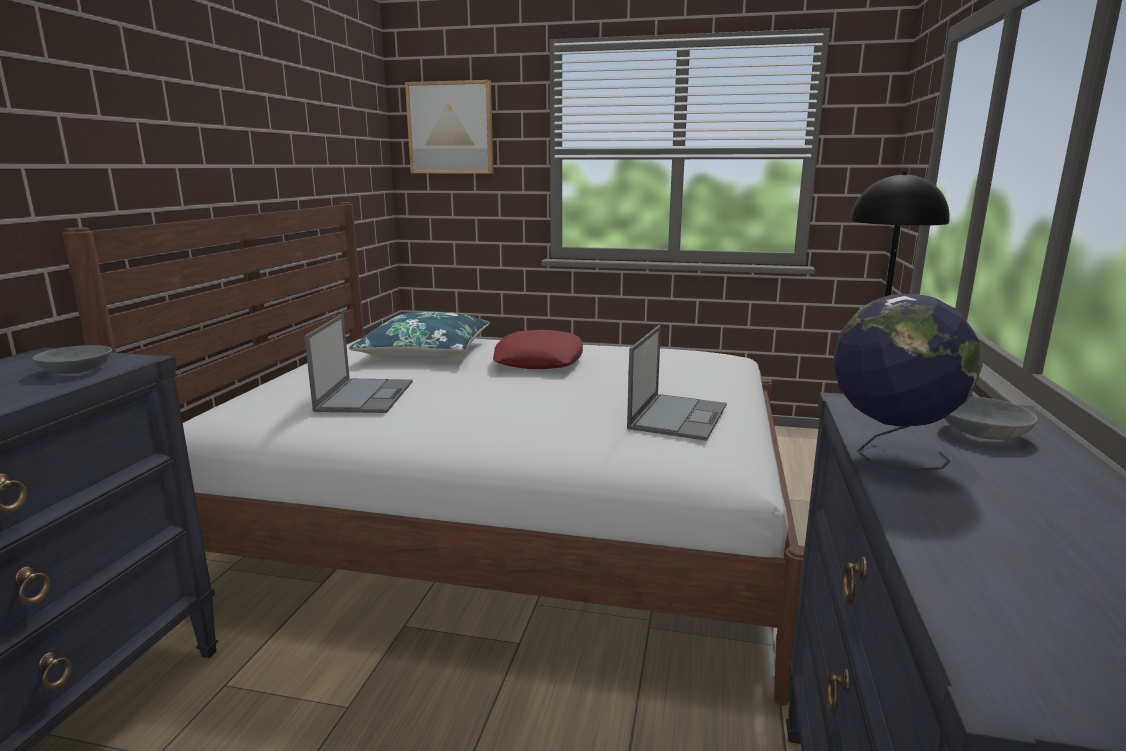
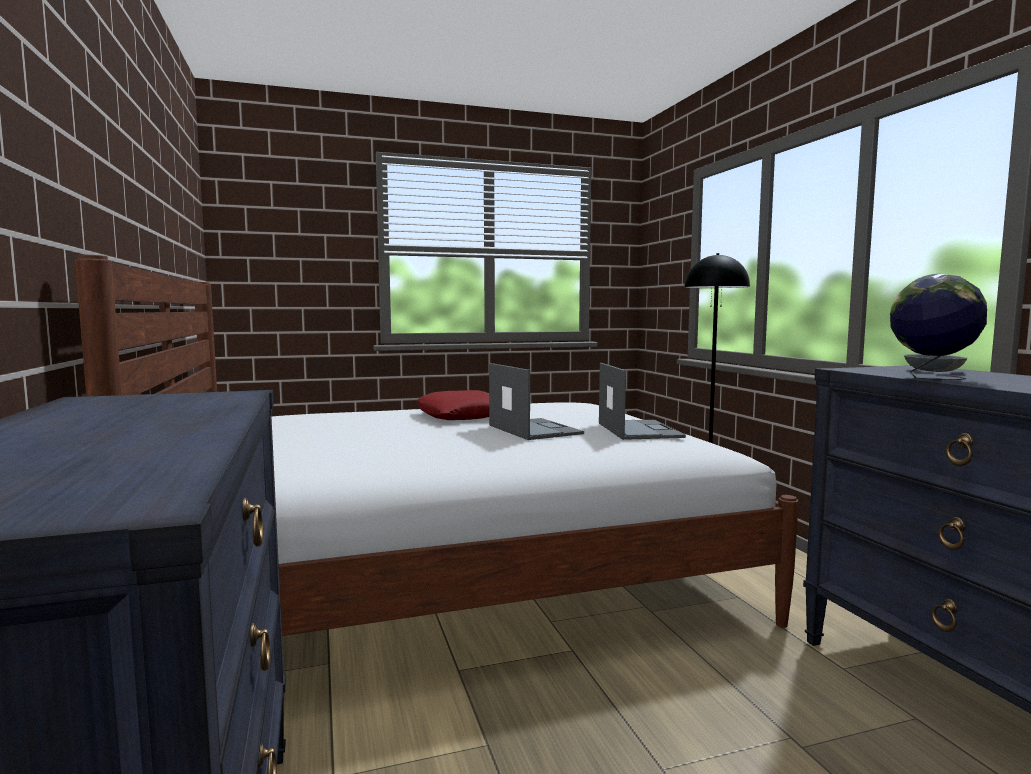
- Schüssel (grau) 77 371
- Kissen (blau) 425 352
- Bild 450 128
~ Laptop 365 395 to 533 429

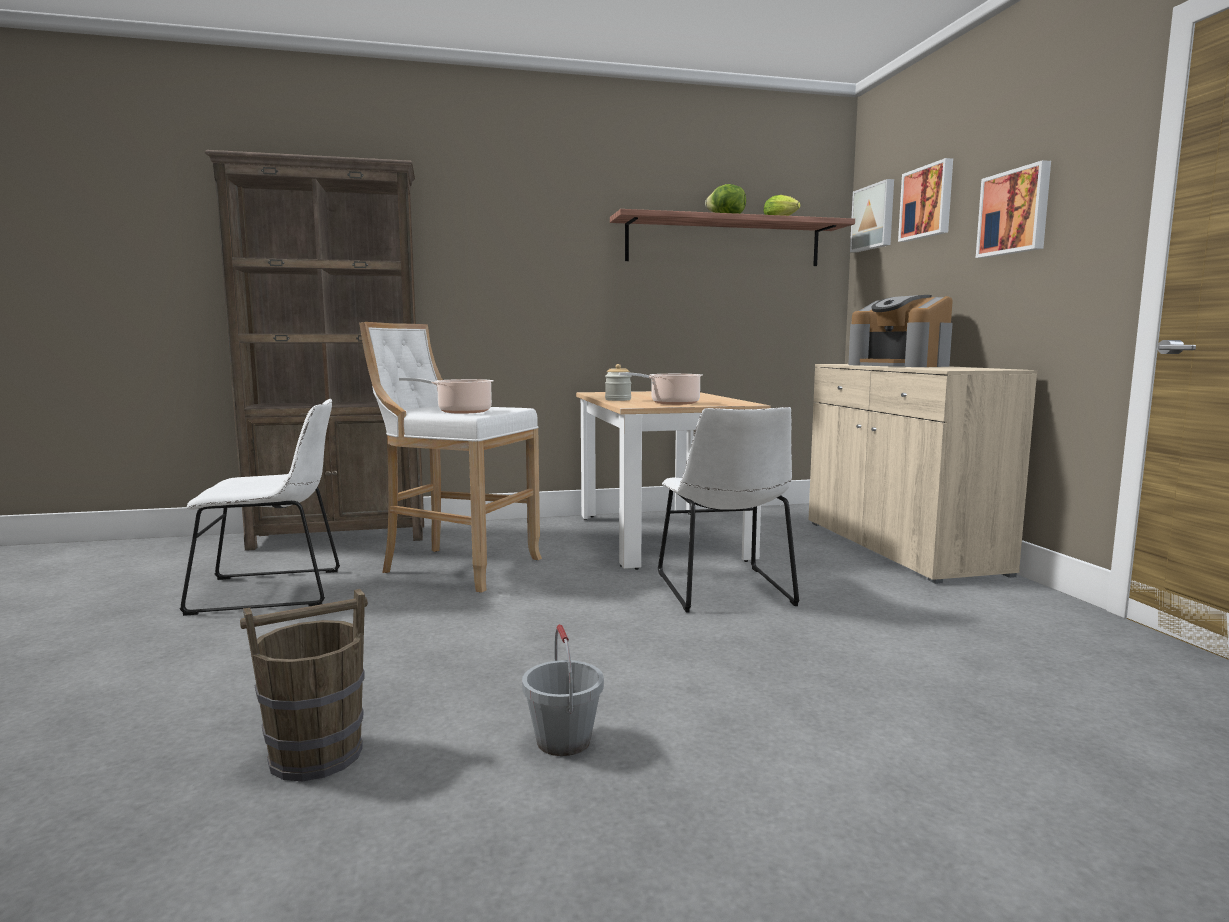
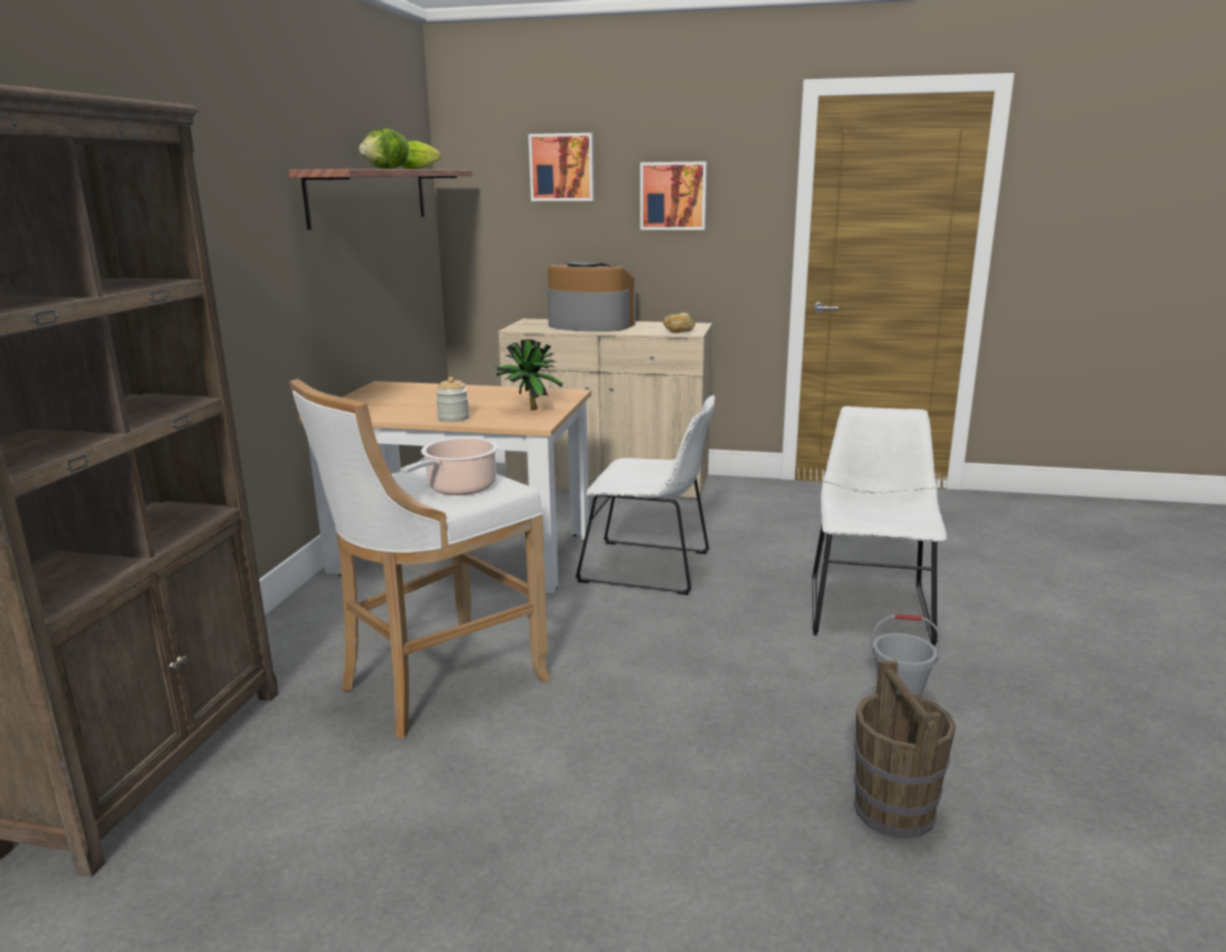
- Bild 874 217
+ Brot 679 332
~ Stuhl (weiß) 275 591 to 869 607
~ Kochtopf 671 403 to Topfpflanze 528 409
~ Kaffeemaschine 900 365 = 589 325 150 degrees counterclockwise

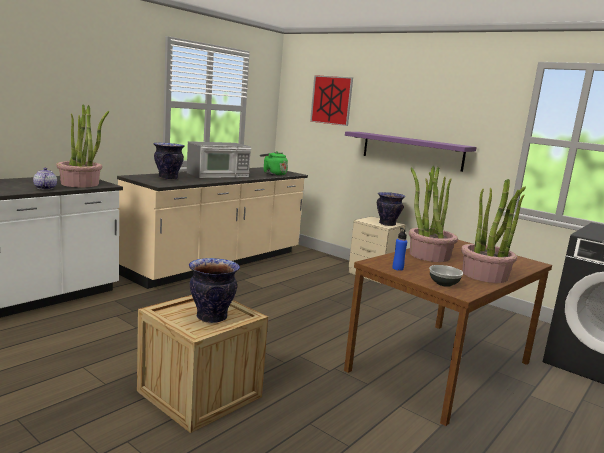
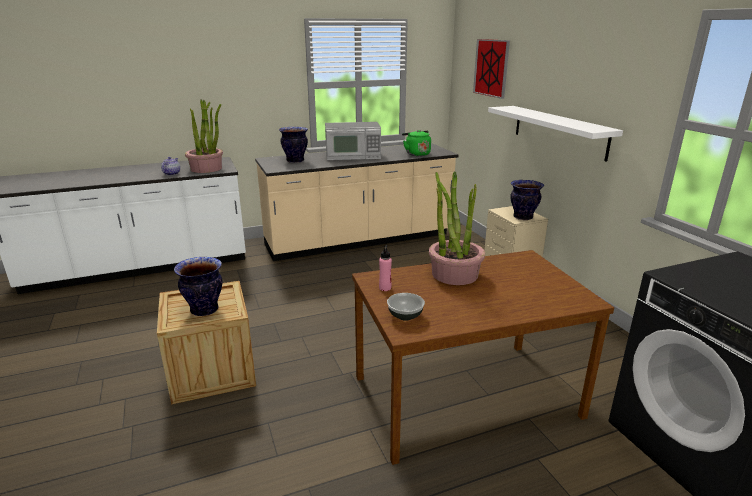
- Topfpflanze 485 275
~ Wandregal (lila) 411 151 to Wandregal (weiß) 559 131
~ Flasche (blau) 397 268 to Flasche (rosa) 385 288

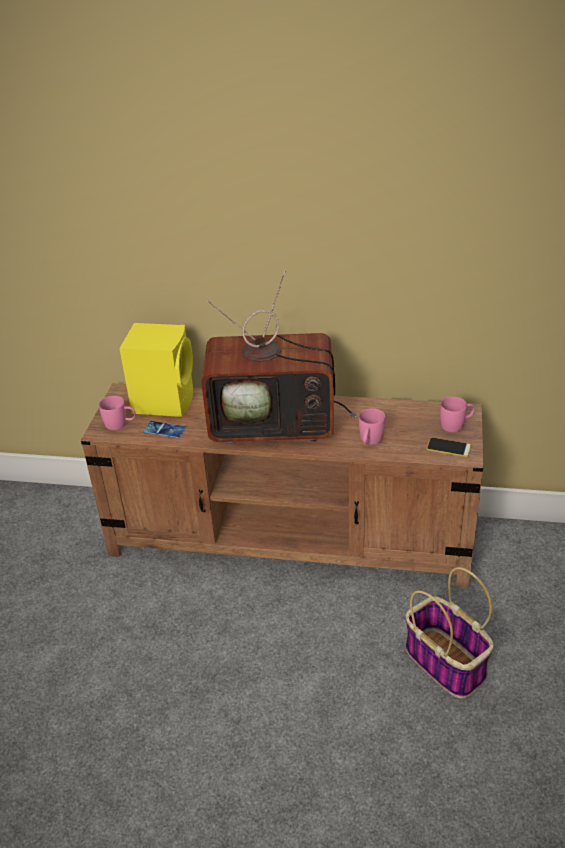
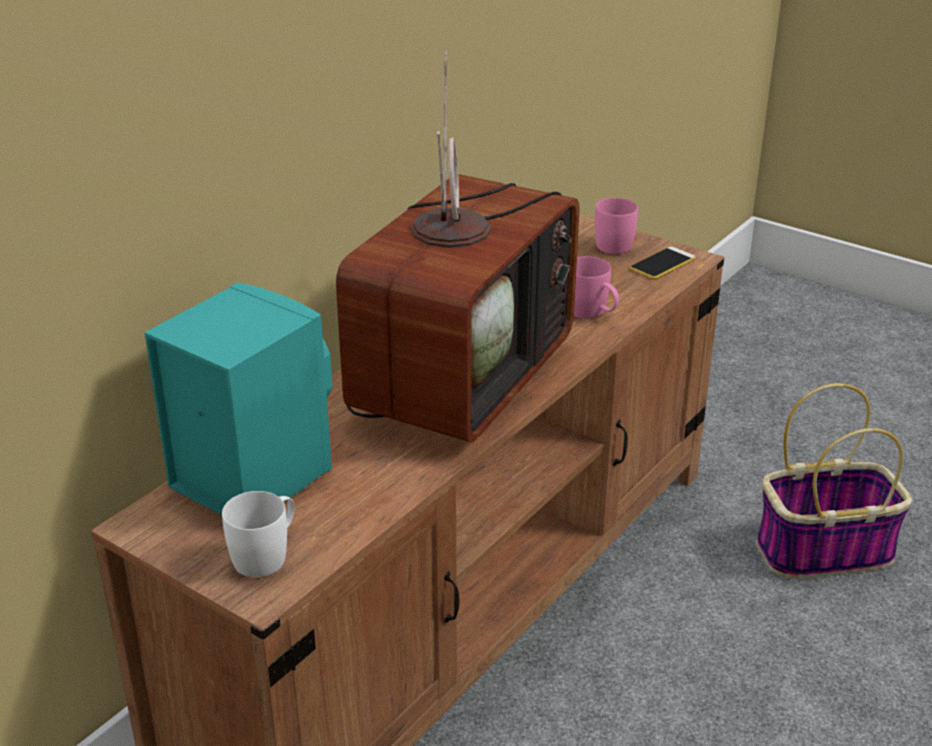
- Handy 164 430
~ Henkelbecher (rosa) 120 424 to Henkelbecher (weiß) 267 554
~ Lautsprecher (gelb) 164 400 to Lautsprecher (türkis) 249 476

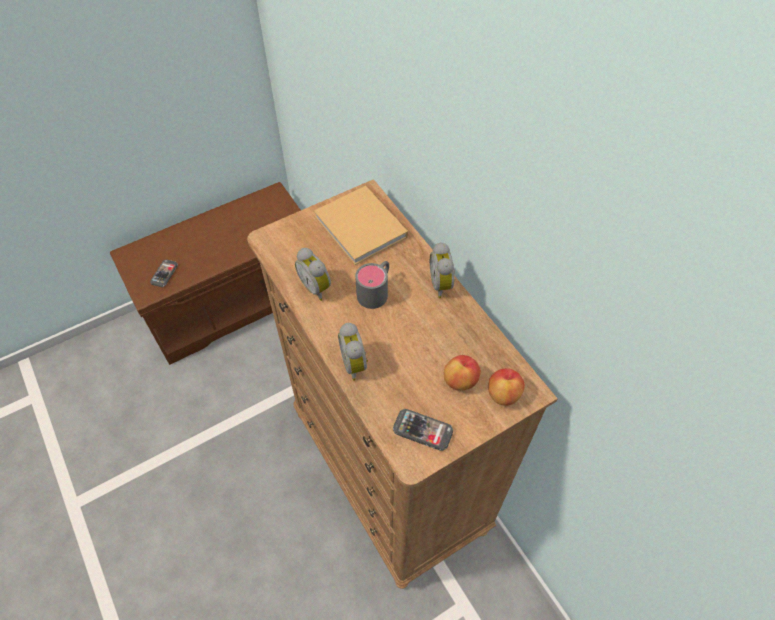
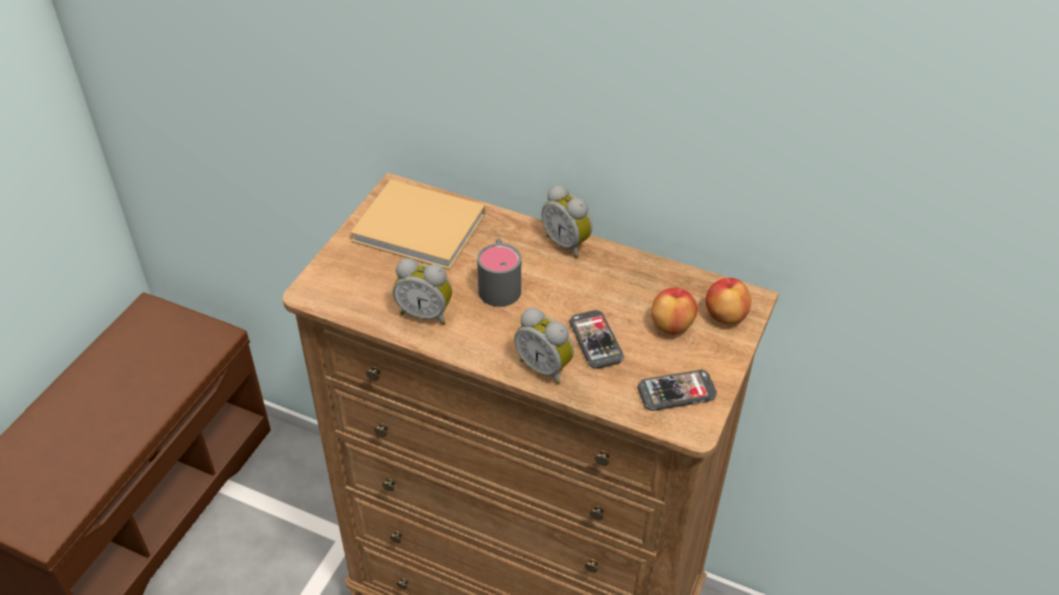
~ Handy 164 274 to 596 341

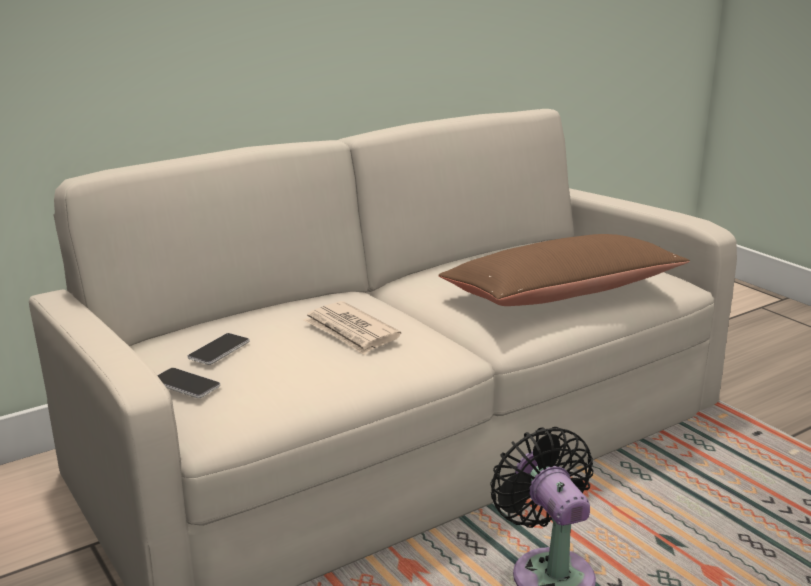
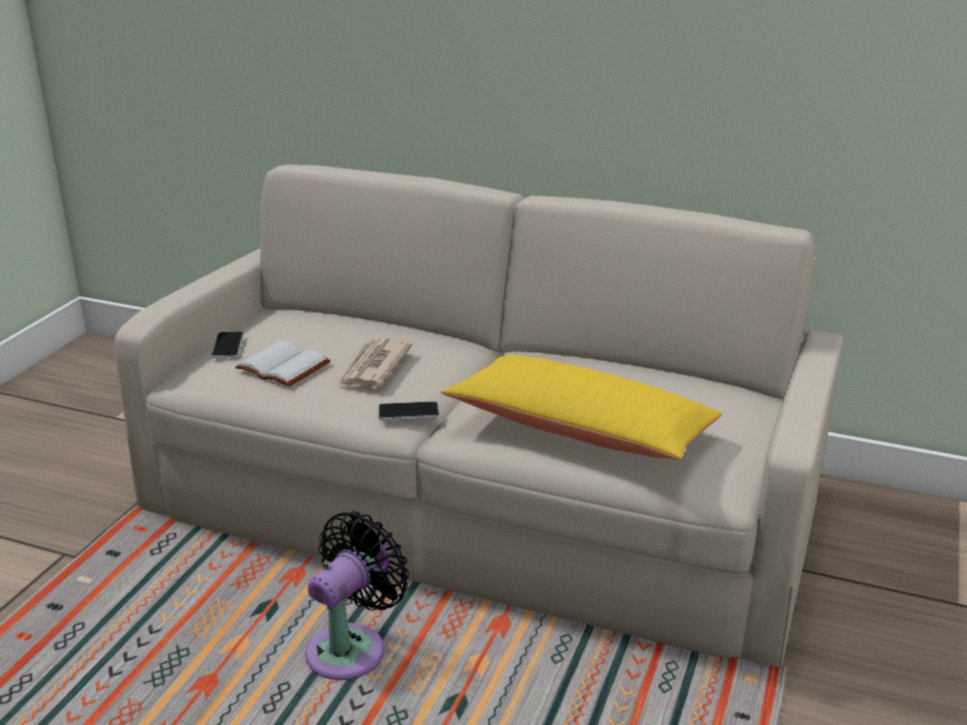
+ Buch (weiß) 286 366
~ Handy 219 350 to 408 412
~ Kissen (braun) 561 293 to Kissen (gelb) 580 430

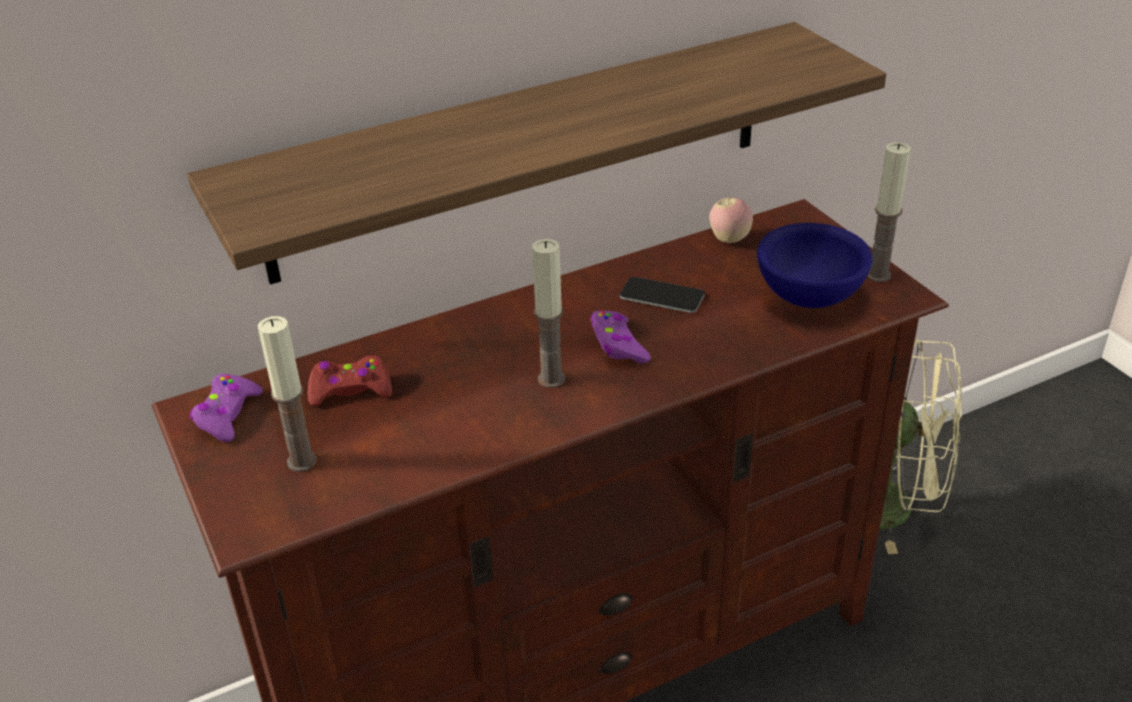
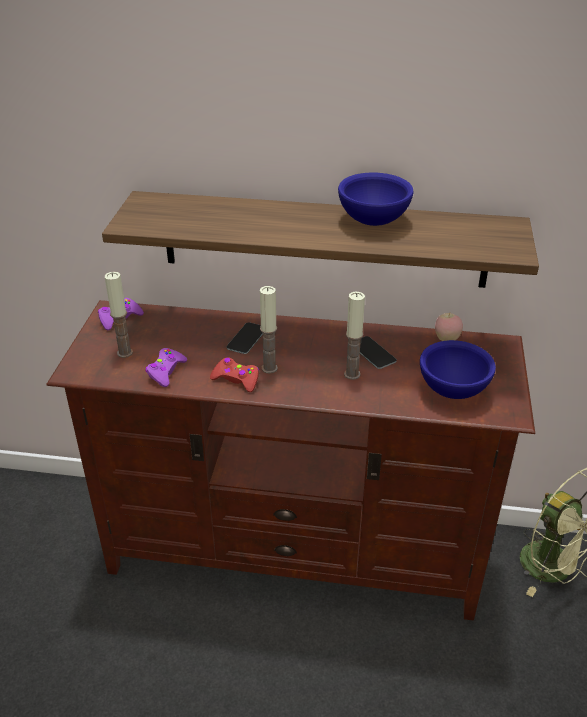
+ Handy 246 338
+ Schüssel (blau) 374 220
~ Gamepad (rot) 350 389 to 236 379
~ Gamepad (lila) 618 345 to 166 371
~ Kerze 878 275 to 352 374

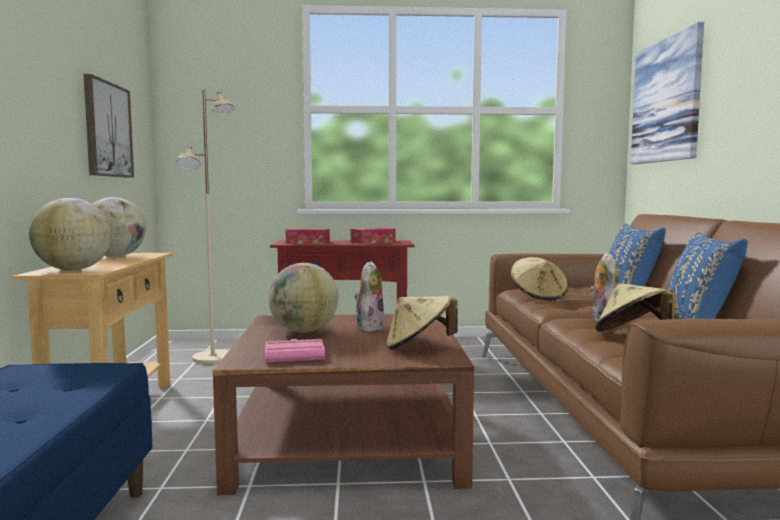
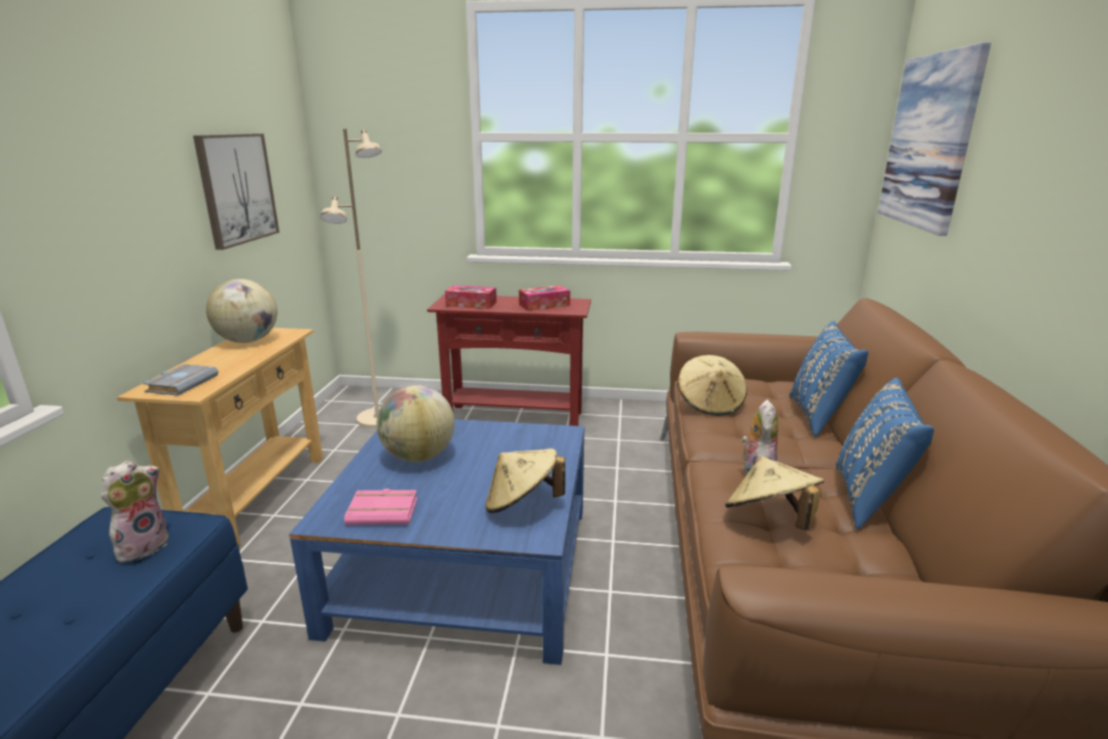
~ Plüschtier 369 328 to 143 545
~ Globus 73 270 to Buch (grau) 182 383
~ Couchtisch (braun) 348 439 to Couchtisch (blau) 465 567

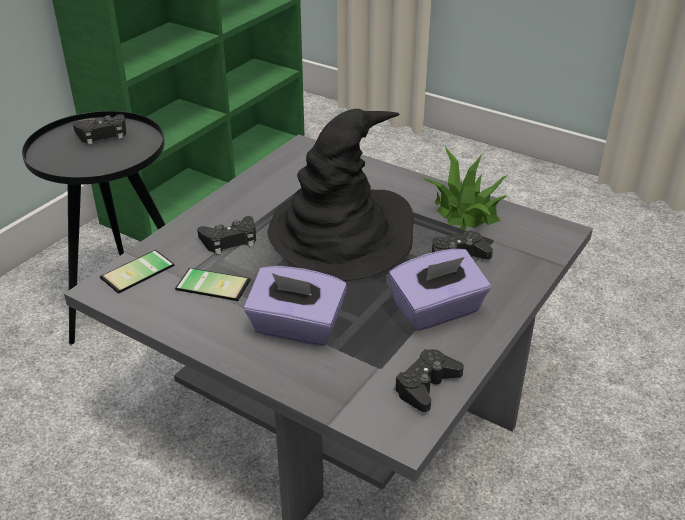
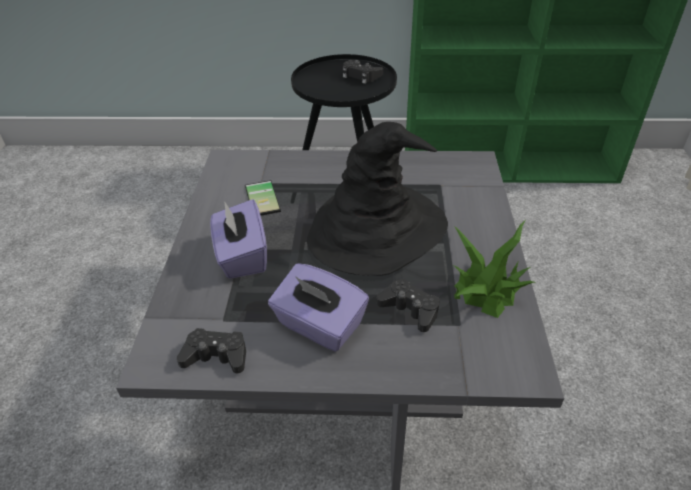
- Handy 139 273
- Gamepad (schwarz) 230 240

